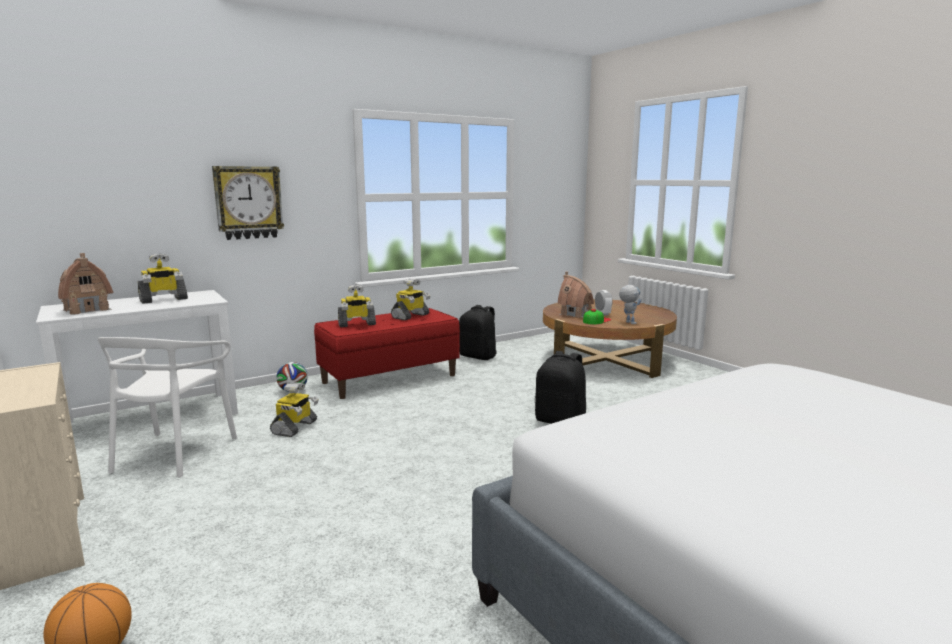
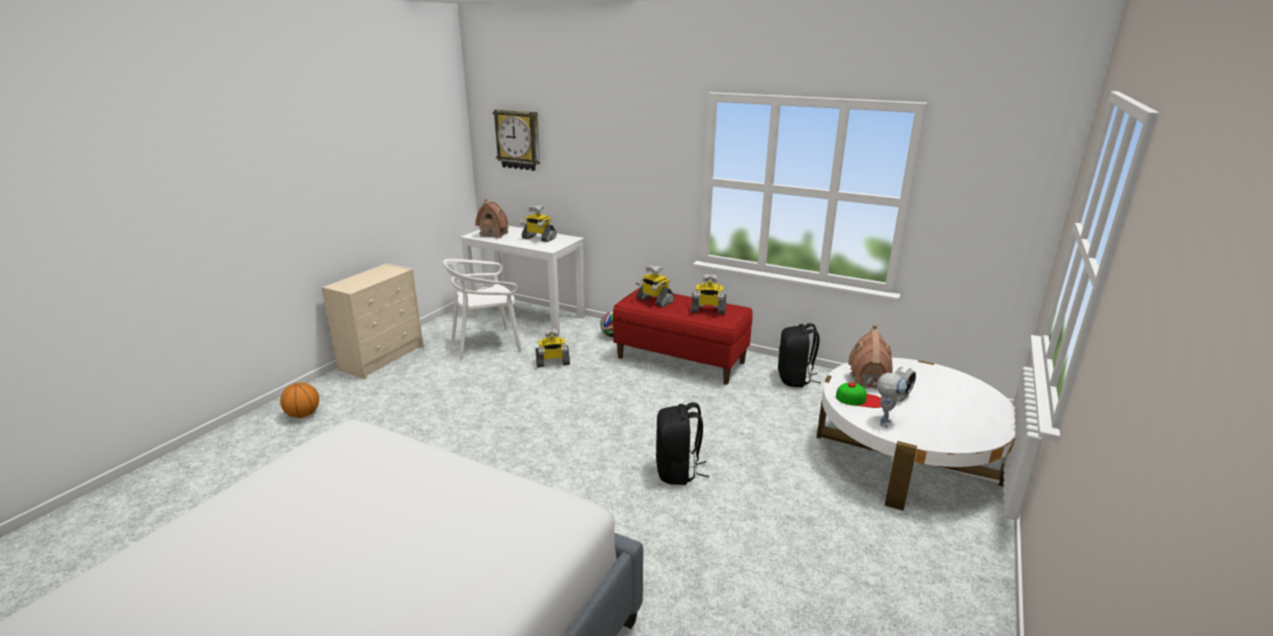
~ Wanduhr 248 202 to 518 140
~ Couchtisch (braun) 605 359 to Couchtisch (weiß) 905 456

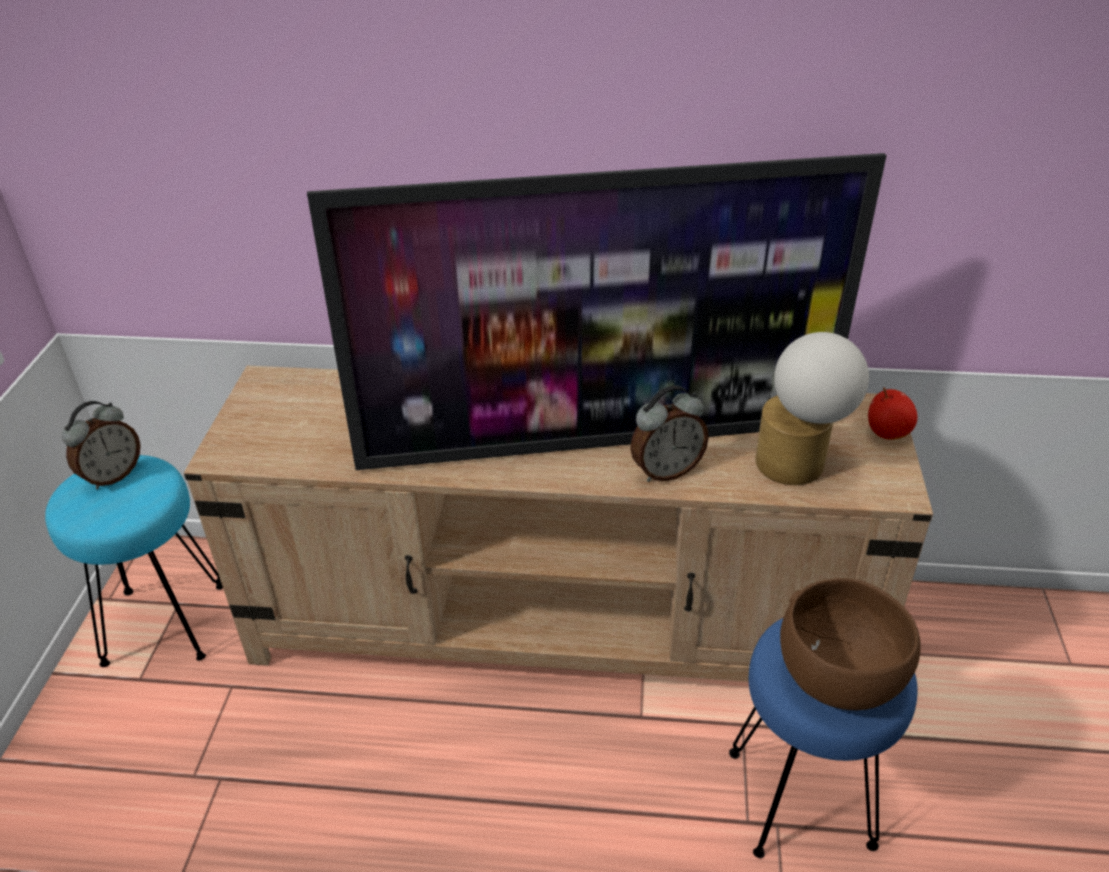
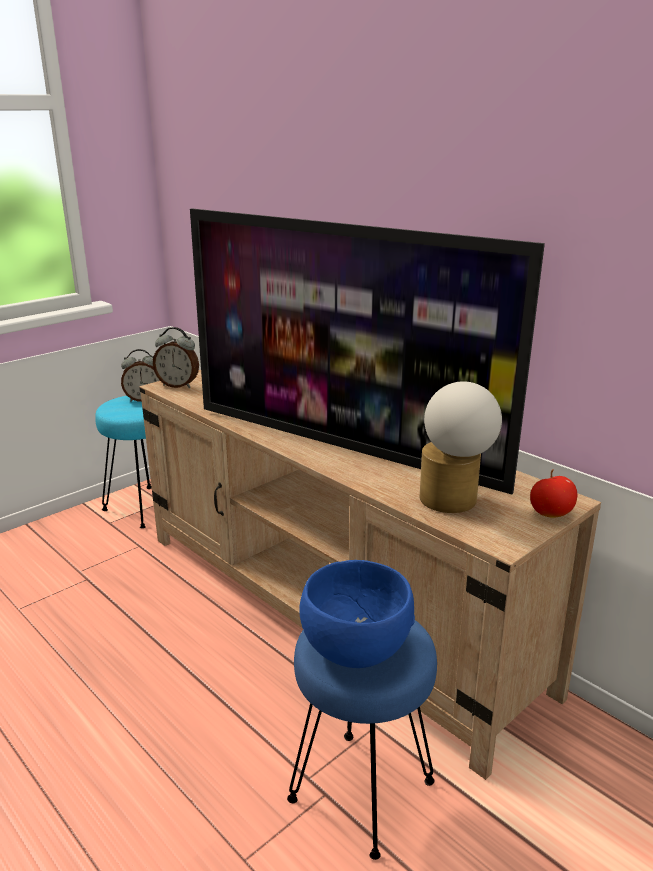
~ Wecker 666 471 to 178 385
~ Schüssel (braun) 838 679 to Schüssel (blau) 355 648

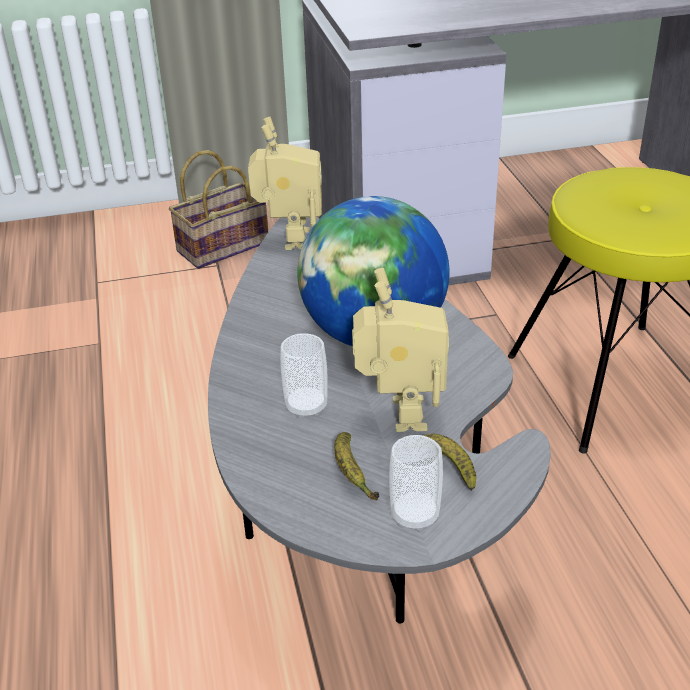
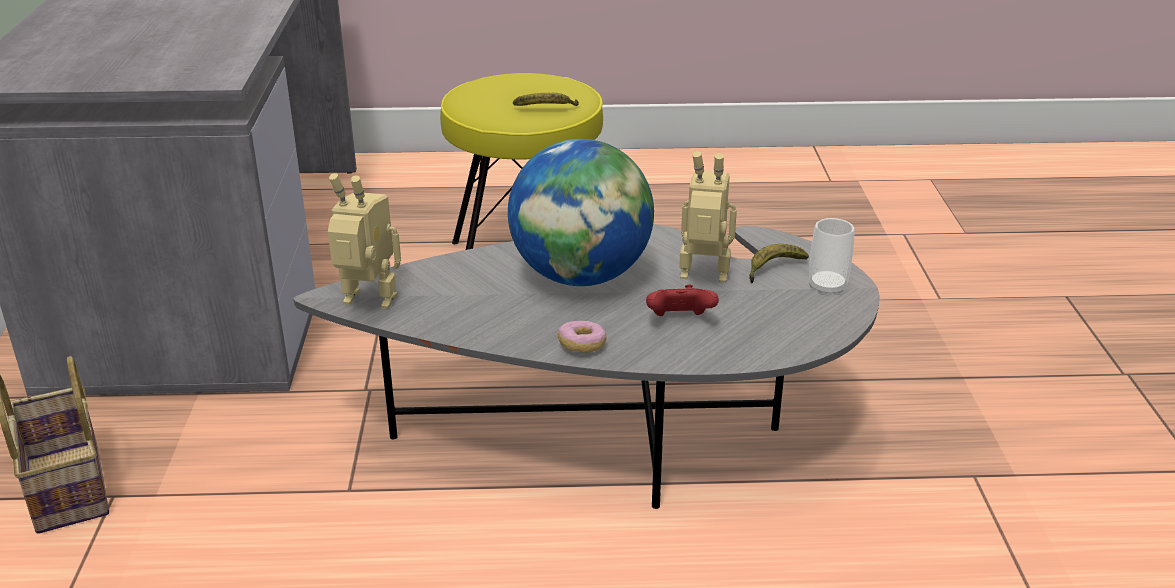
+ Donut 582 345
~ Banane 352 472 to 546 110
~ Tasse 306 407 to Gamepad (rot) 679 320

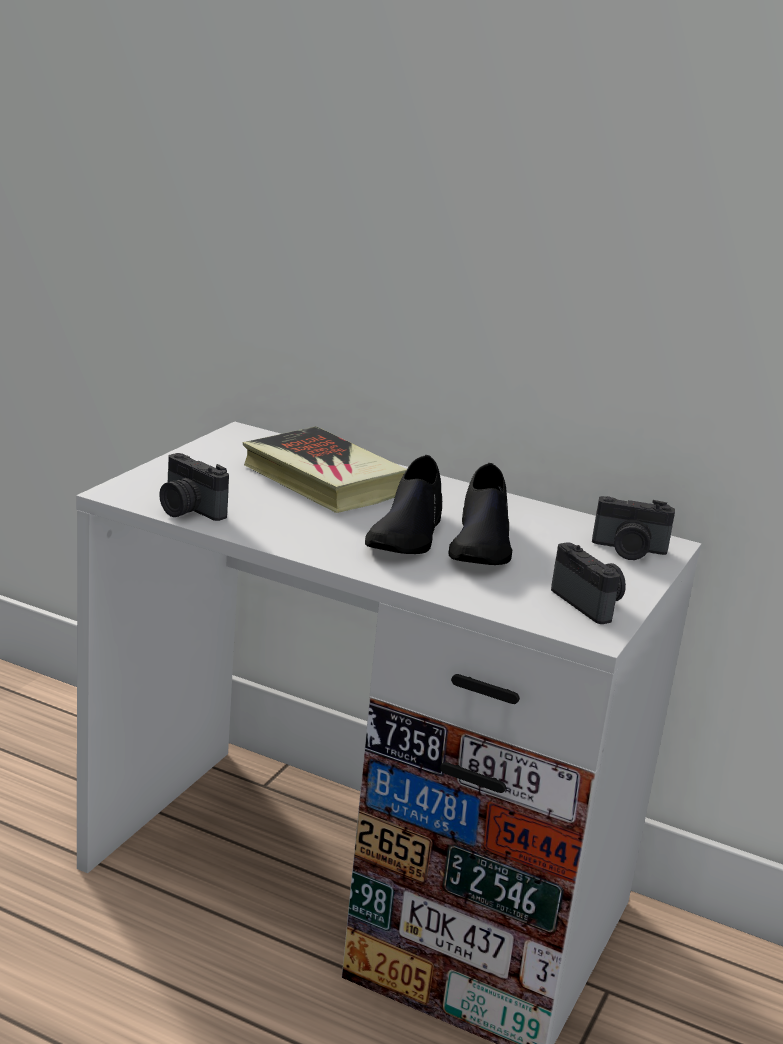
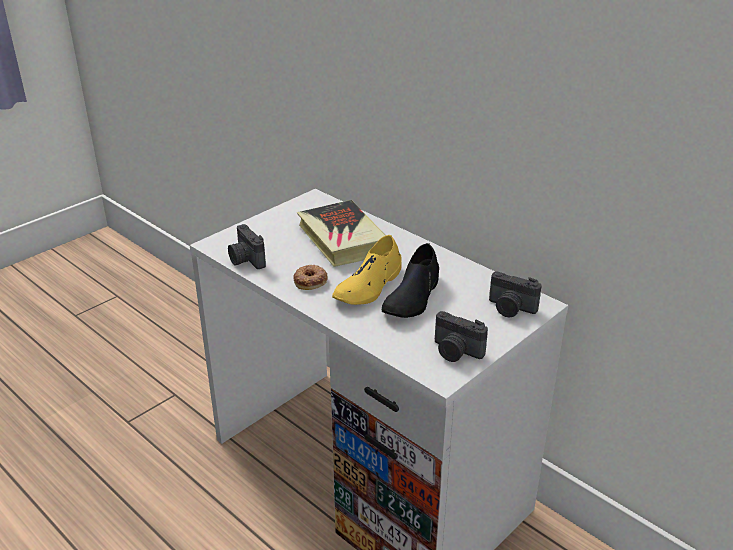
+ Donut 311 281
~ Schuh (schwarz) 406 534 to Schuh (gelb) 369 286
~ Kamera 590 603 = 455 352 135 degrees clockwise

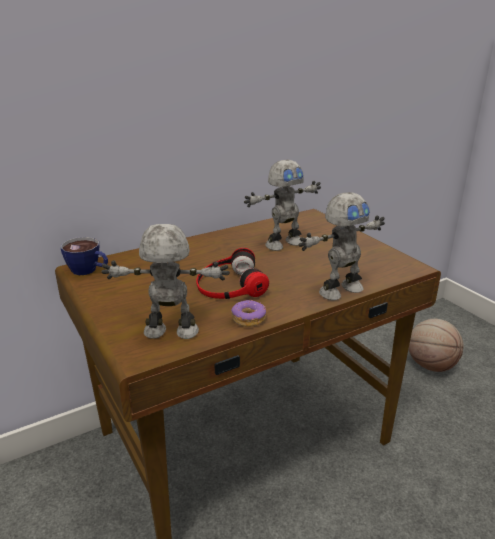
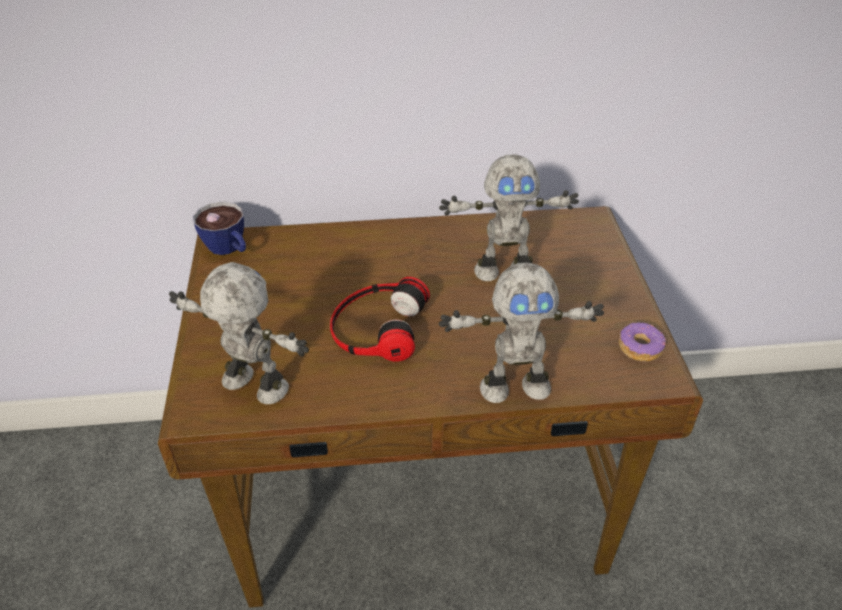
- Basketball 431 365
~ Donut 248 319 to 639 347

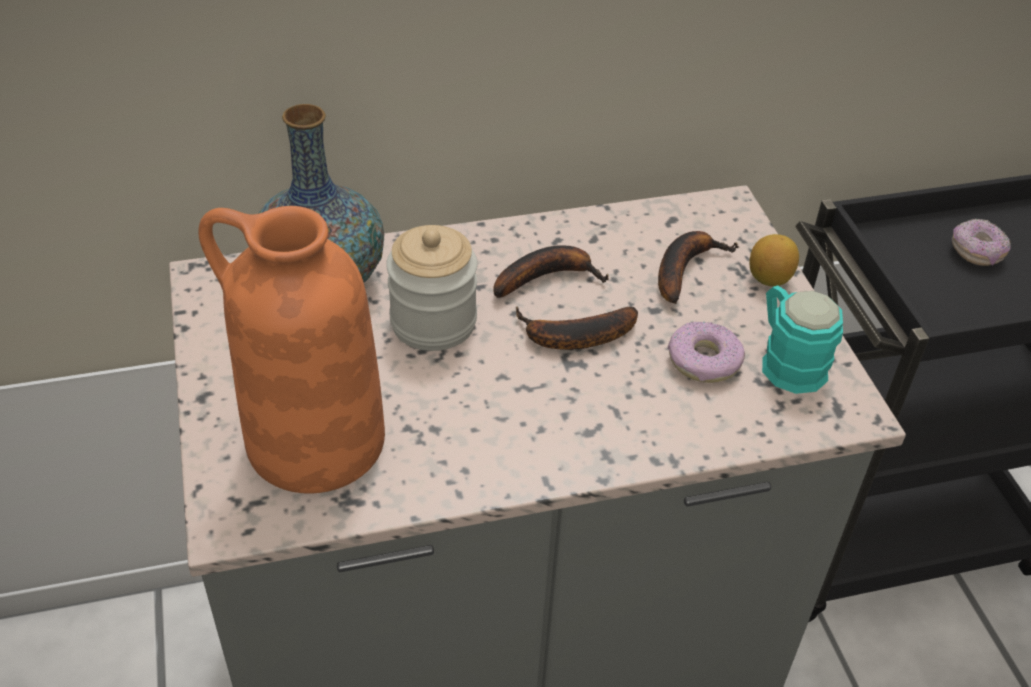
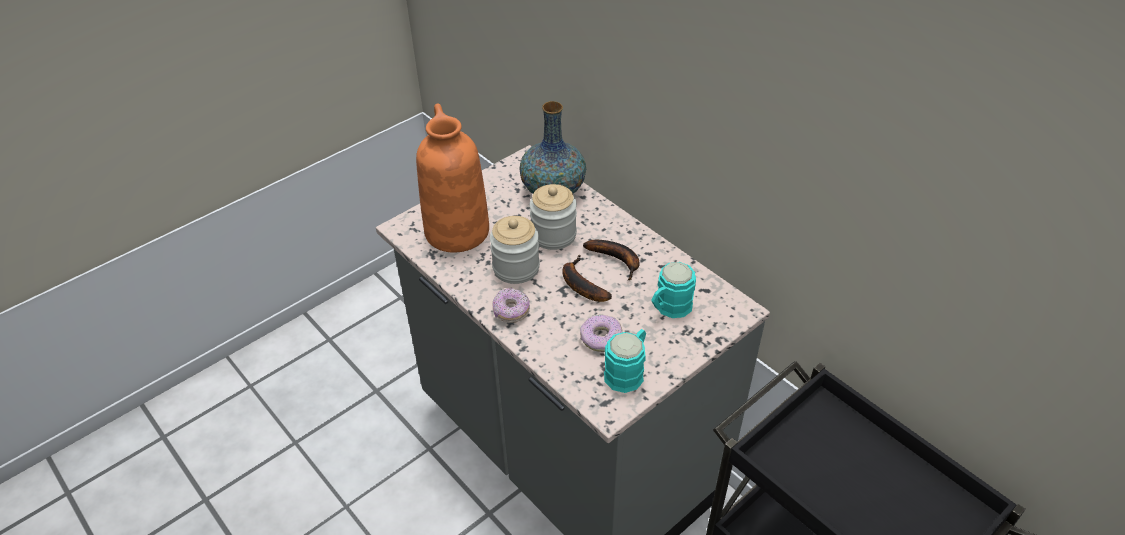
- Zitrone 769 278
+ Vorratsglas 516 268
~ Donut 976 253 to 511 311
~ Banane 685 268 to Henkelbecher (türkis) 669 308

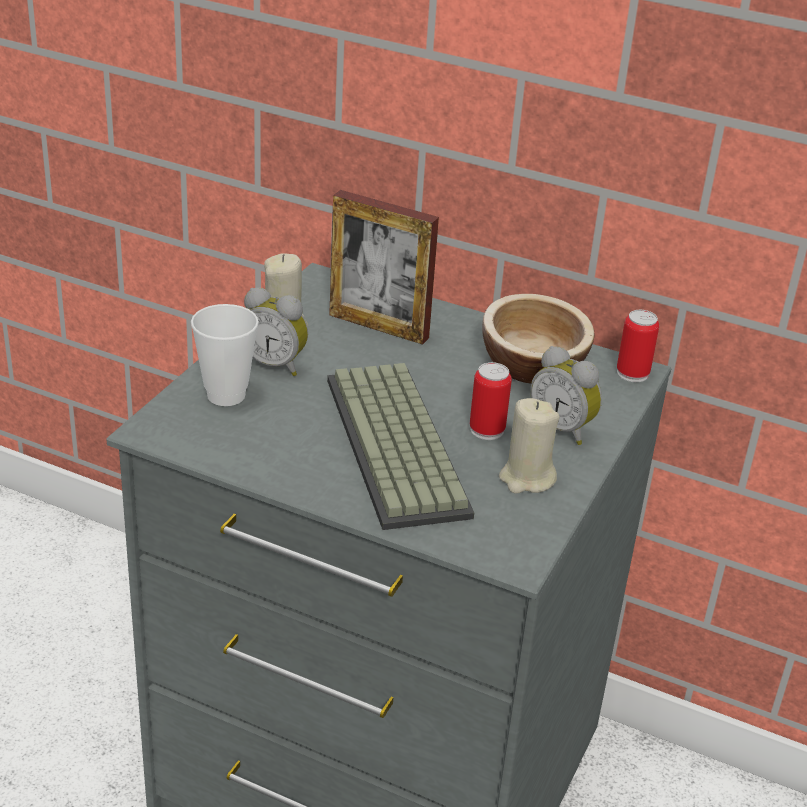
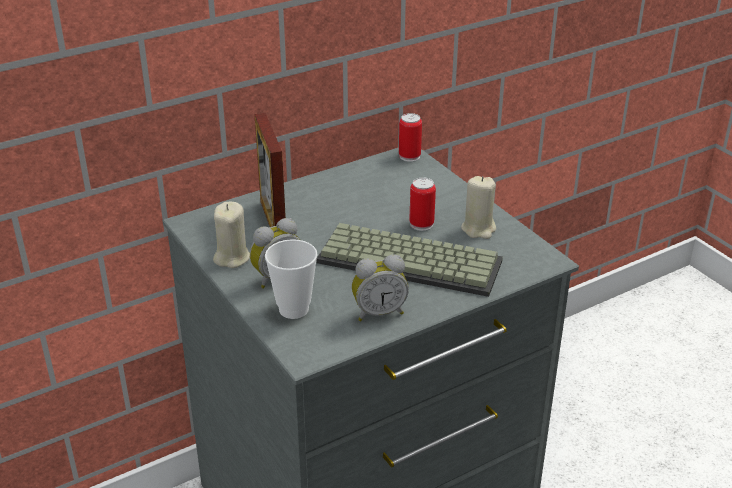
- Schüssel 532 366
~ Wecker 563 428 to 378 312
~ Bilderrahmen 378 326 = 273 221 105 degrees clockwise

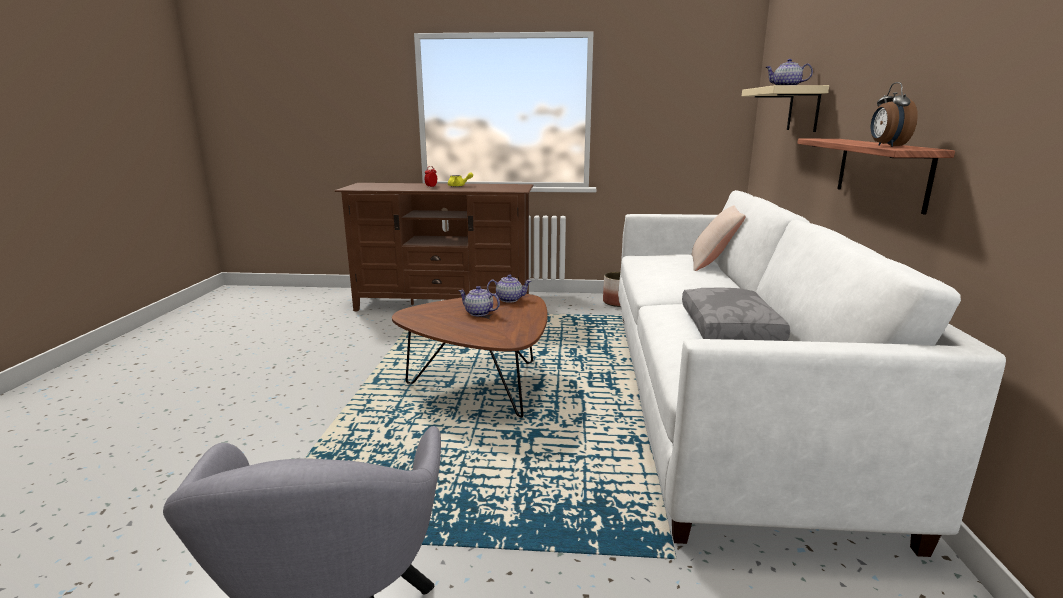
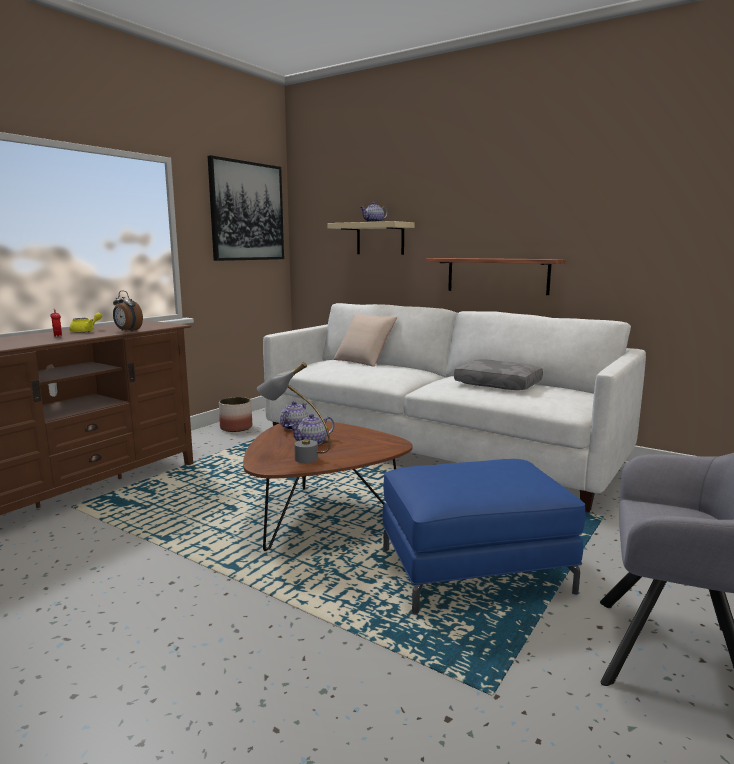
+ Bild 247 211
+ Tischlampe (grau) 295 457
+ Polsterhocker (blau) 474 571
~ Wecker 886 146 to 127 331

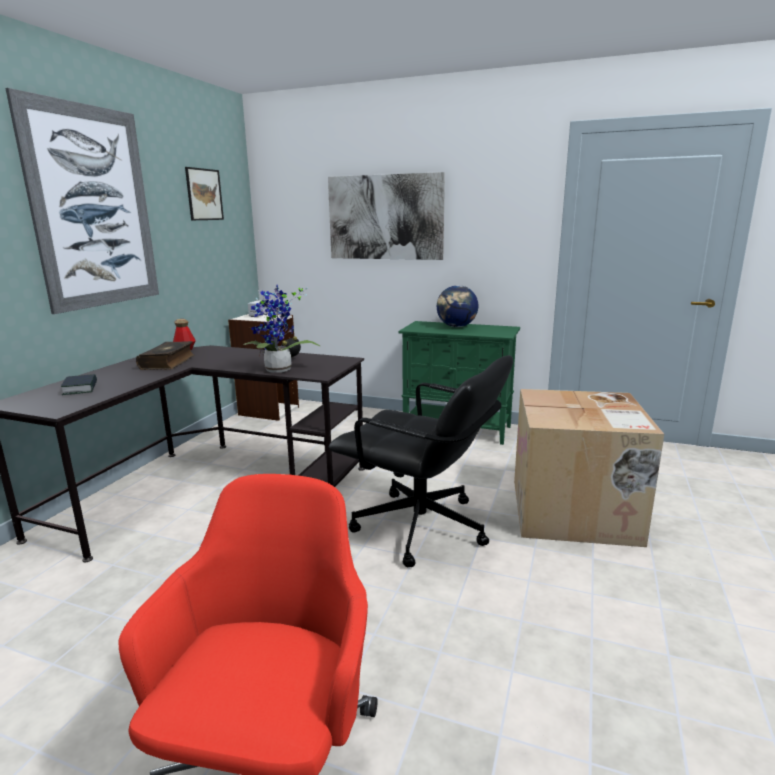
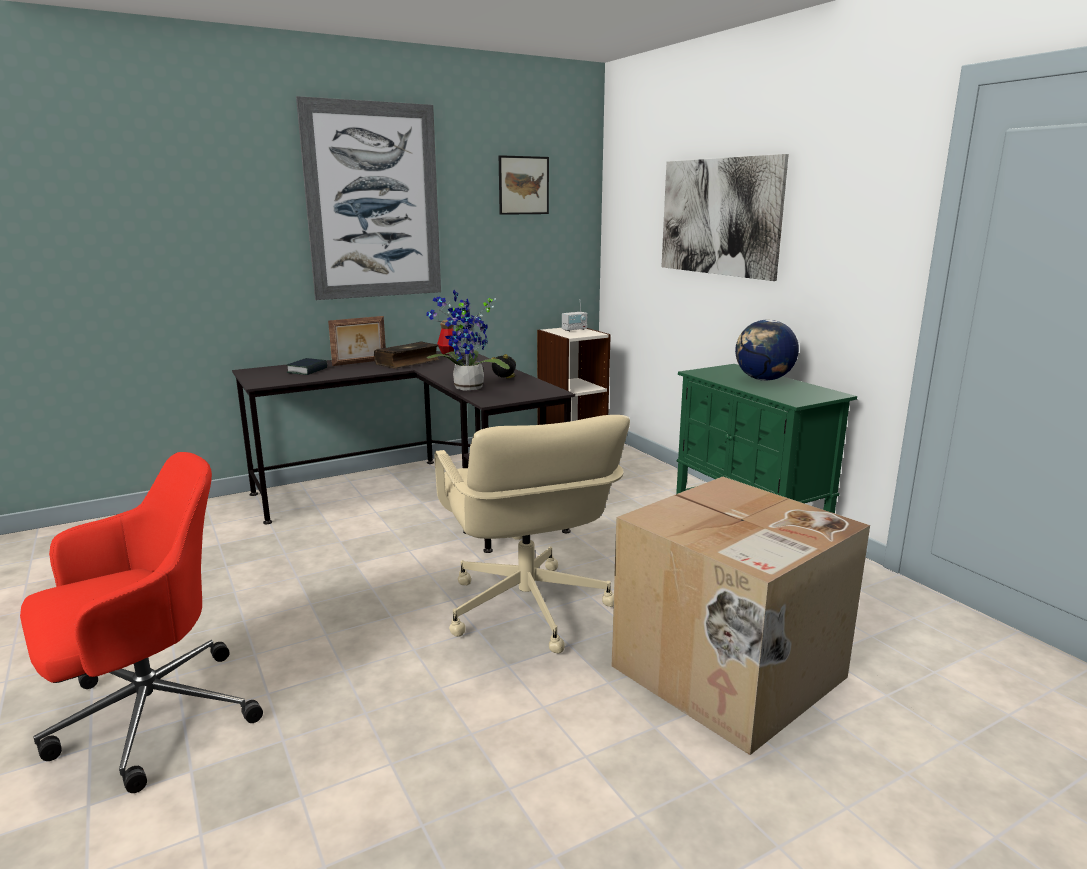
+ Bilderrahmen 360 362
~ Bürostuhl (schwarz) 421 528 to Bürostuhl (beige) 526 609

